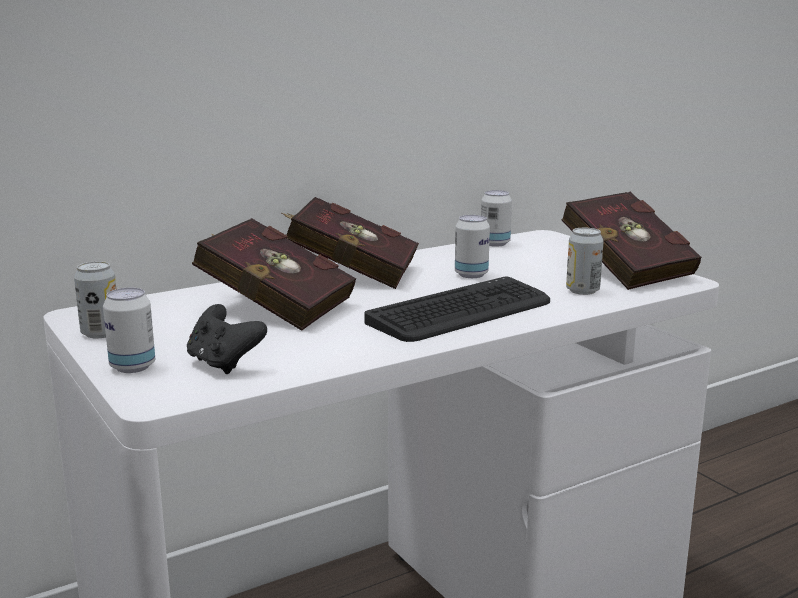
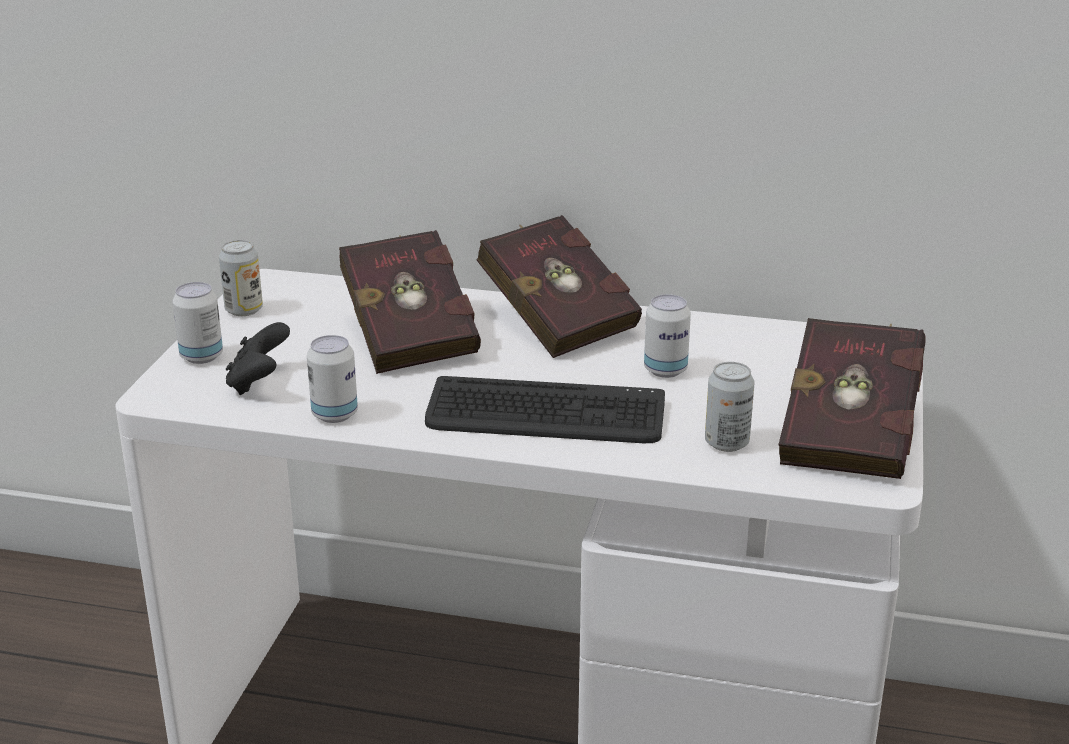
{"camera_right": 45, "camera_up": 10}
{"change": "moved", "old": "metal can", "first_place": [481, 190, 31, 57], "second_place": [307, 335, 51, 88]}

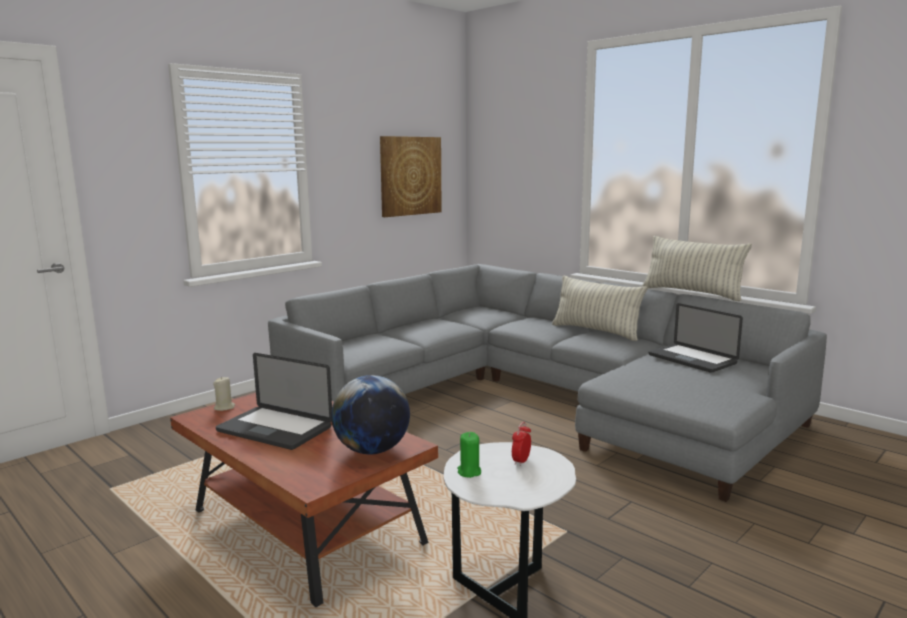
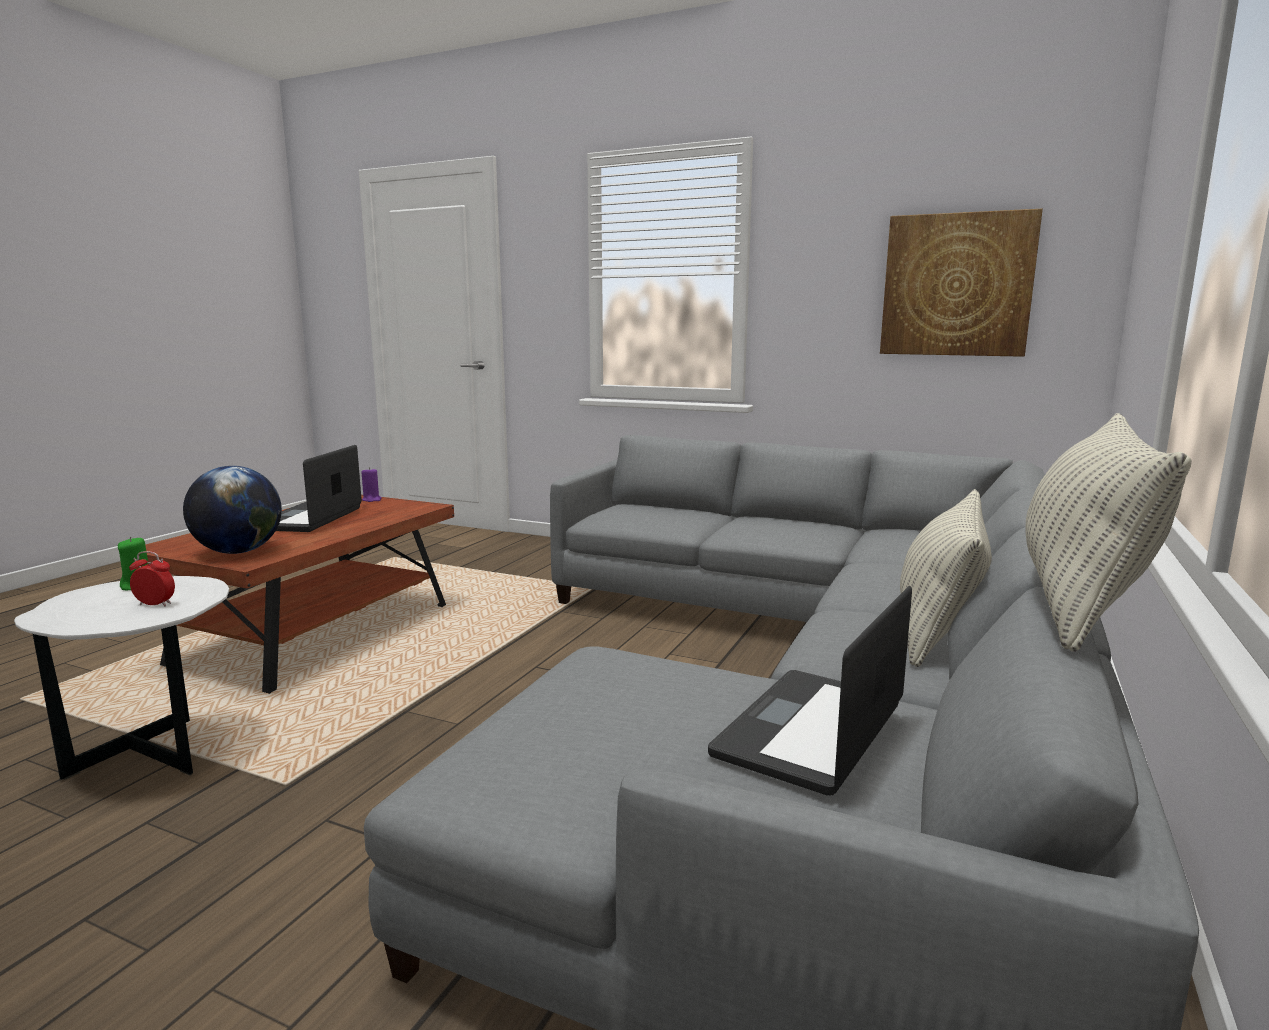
{"camera_right": 70, "camera_up": 0}
{"change": "recoloured", "old": "sand-coloured wax light", "new": "purplish wax light", "first_place": [213, 376, 22, 35], "second_place": [361, 467, 21, 35]}

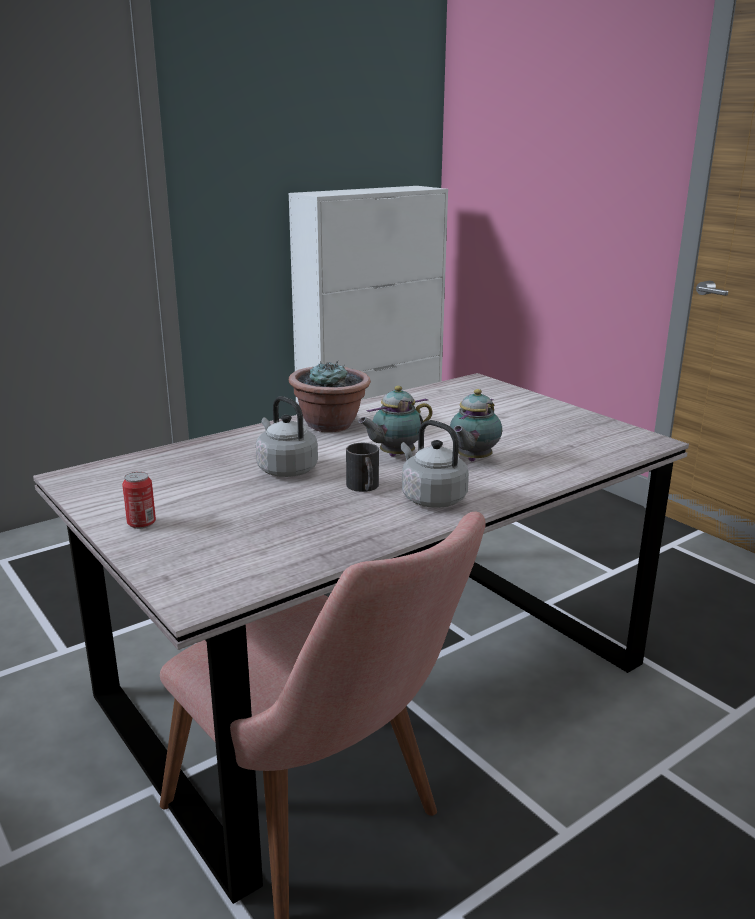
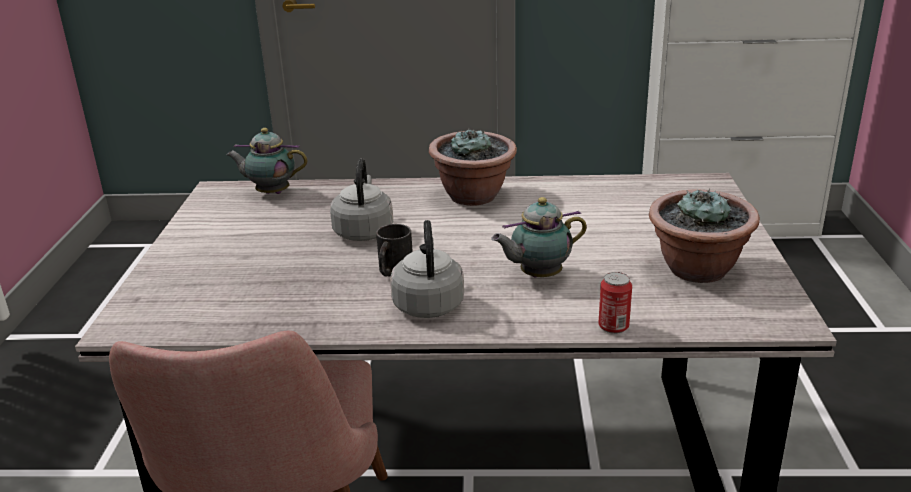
{"camera_right": 40, "camera_up": 5}
{"change": "moved", "old": "metal can", "first_place": [122, 472, 34, 57], "second_place": [598, 272, 34, 62]}
{"change": "moved", "old": "pot for tea", "first_place": [358, 386, 74, 71], "second_place": [226, 128, 82, 66]}
{"change": "added", "new": "potted plant", "second_place": [649, 189, 111, 94]}

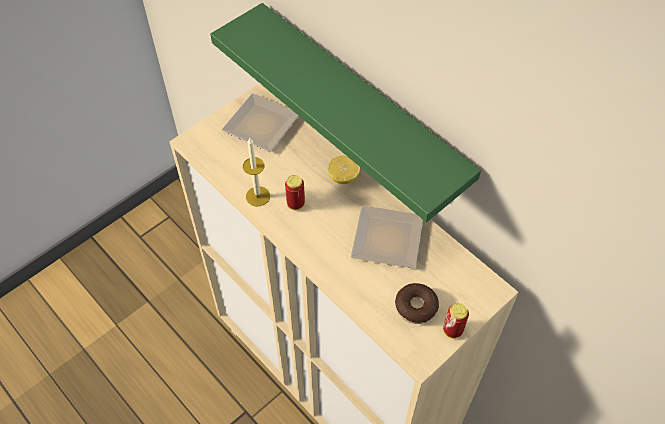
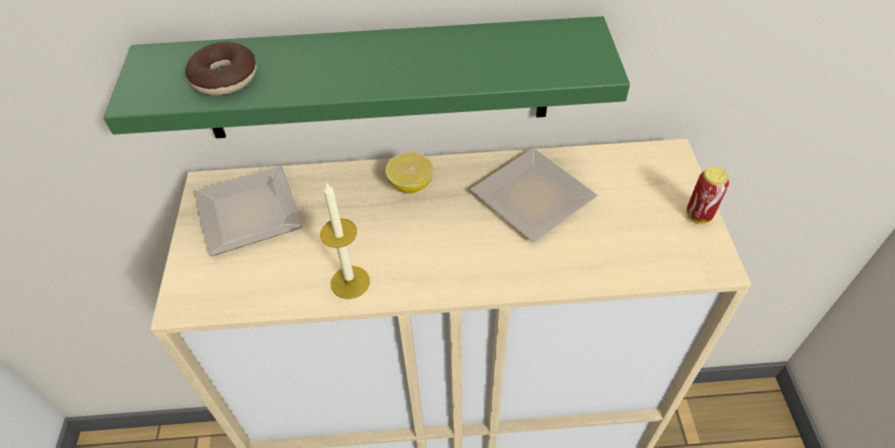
{"camera_right": -50, "camera_up": -5}
{"change": "removed", "old": "metal can", "first_place": [285, 175, 20, 35]}
{"change": "moved", "old": "doughnut", "first_place": [395, 283, 44, 41], "second_place": [185, 42, 72, 54]}

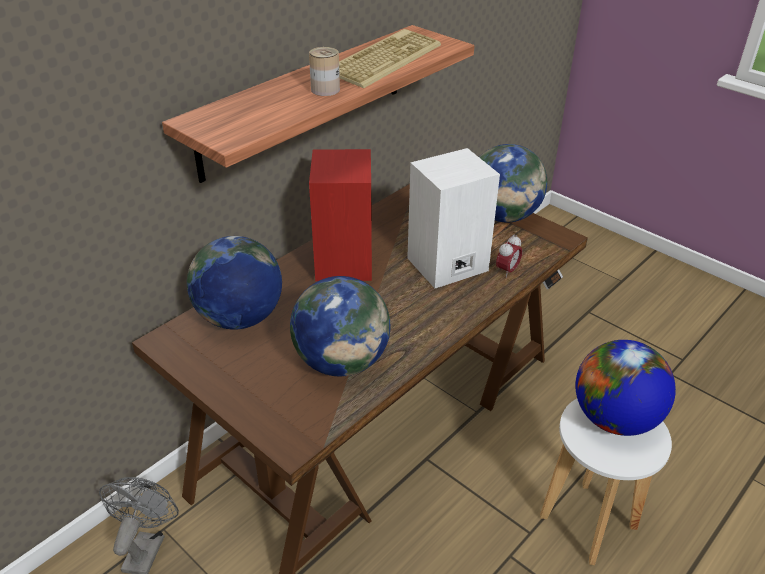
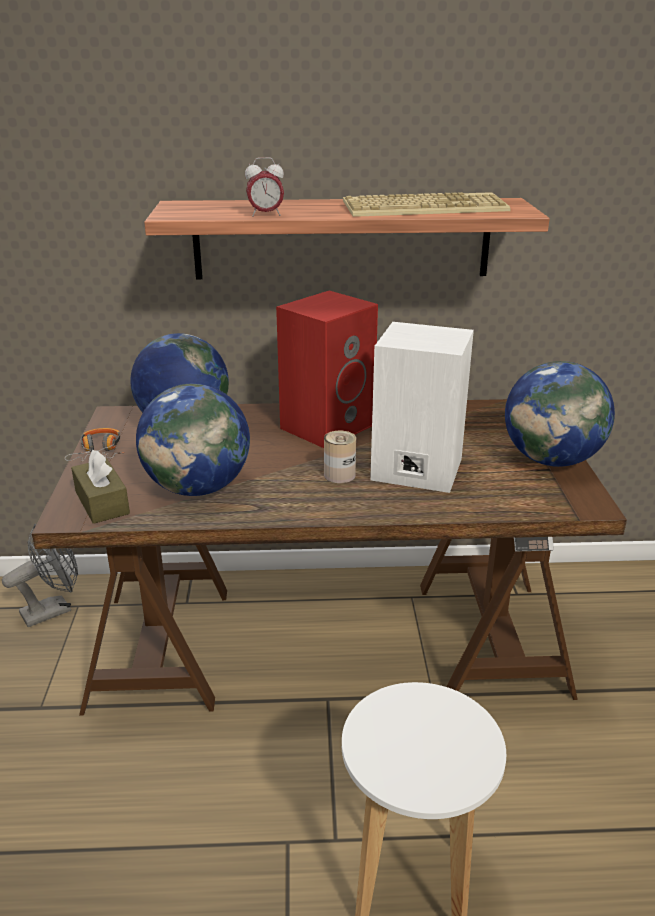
{"camera_right": 45, "camera_up": -10}
{"change": "moved", "old": "metal can", "first_place": [309, 47, 31, 49], "second_place": [324, 431, 32, 52]}
{"change": "moved", "old": "table clock", "first_place": [496, 234, 26, 44], "second_place": [245, 157, 39, 60]}
{"change": "removed", "old": "globe", "first_place": [575, 340, 101, 96]}
{"change": "added", "new": "headphones", "second_place": [65, 428, 59, 34]}
{"change": "added", "new": "brownish tissue box", "second_place": [71, 450, 59, 74]}

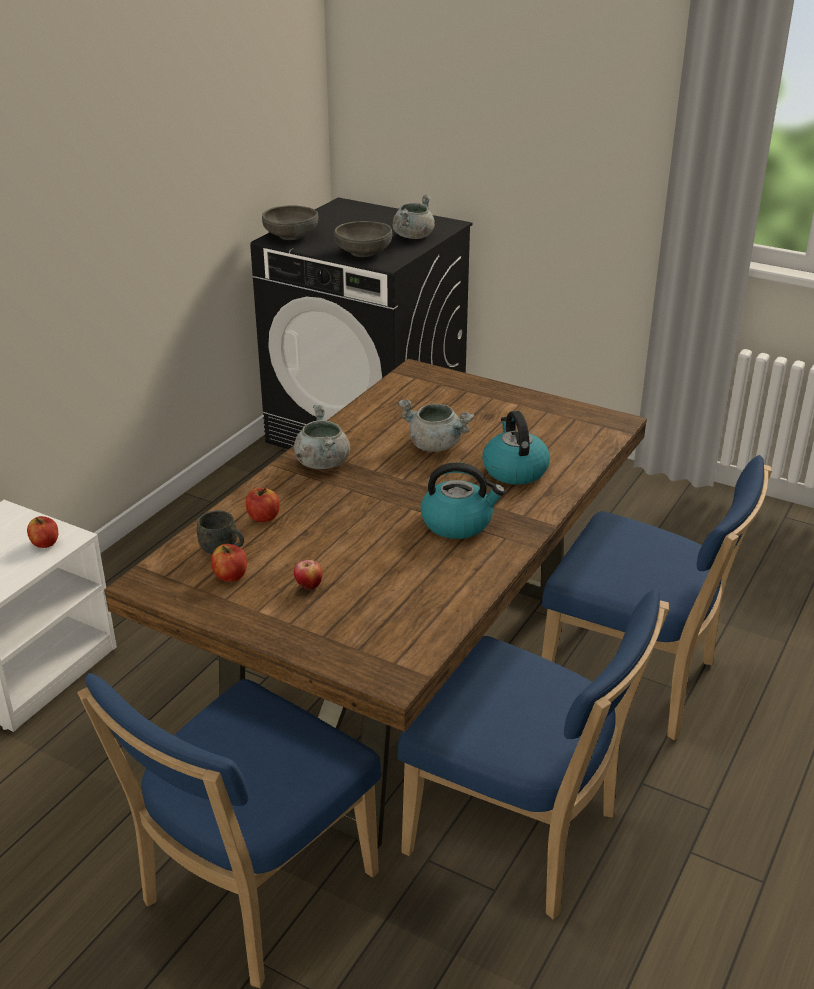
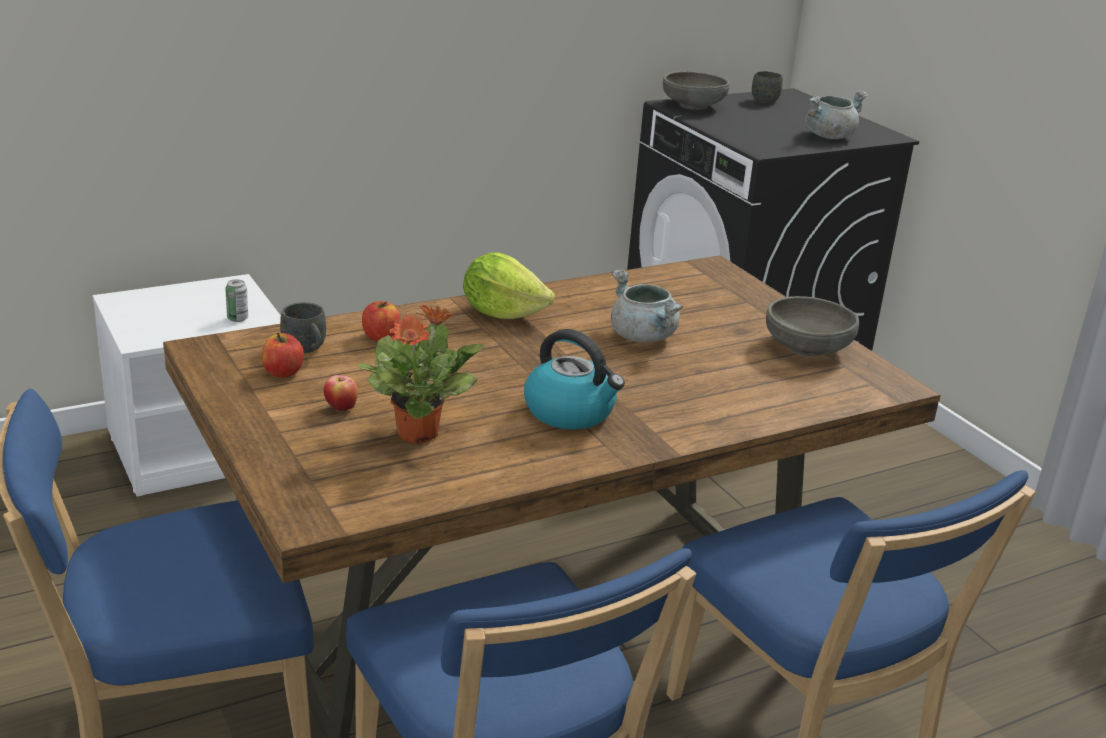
{"camera_right": 30, "camera_up": -5}
{"change": "replaced", "old": "whole apple", "new": "metal can", "first_place": [27, 516, 31, 32], "second_place": [225, 279, 23, 43]}
{"change": "replaced", "old": "greyish saucepot", "new": "head of lettuce", "first_place": [294, 405, 56, 64], "second_place": [463, 252, 92, 67]}
{"change": "moved", "old": "greyish serving bowl", "first_place": [334, 221, 59, 36], "second_place": [766, 296, 93, 60]}
{"change": "removed", "old": "water kettle", "first_place": [482, 411, 68, 74]}
{"change": "added", "new": "potted plant", "second_place": [358, 304, 127, 140]}
{"change": "added", "new": "greyish coffee mug", "second_place": [752, 71, 31, 33]}

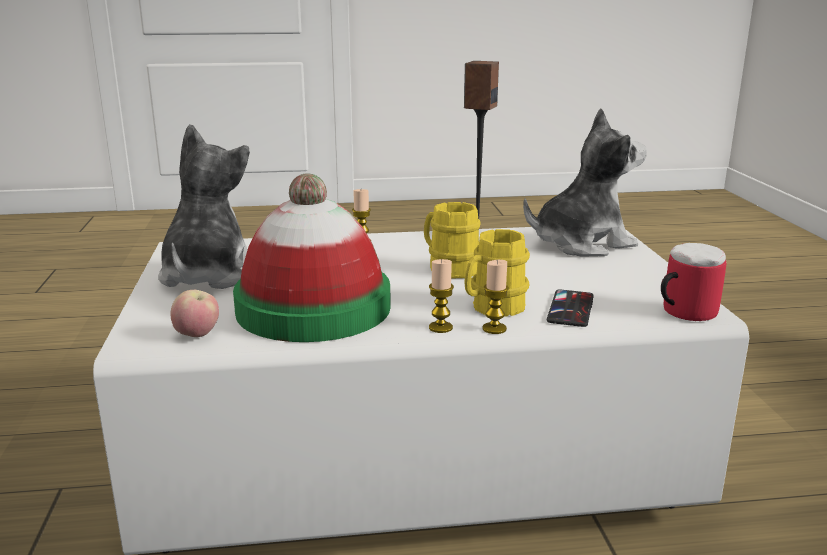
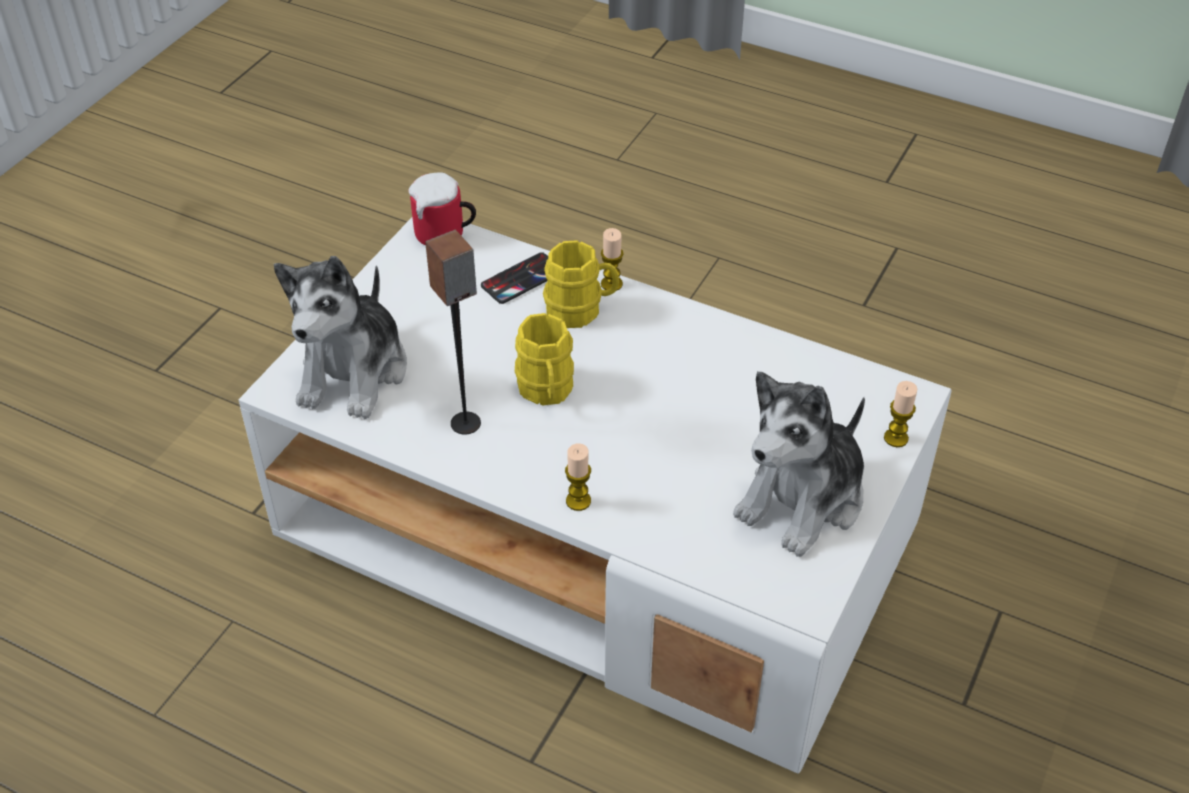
{"camera_right": -145, "camera_up": 25}
{"change": "removed", "old": "whole apple", "first_place": [171, 290, 48, 47]}
{"change": "removed", "old": "hat", "first_place": [233, 173, 158, 169]}
{"change": "moved", "old": "wax light", "first_place": [429, 259, 25, 74], "second_place": [884, 381, 33, 66]}
{"change": "turned", "old": "plush toy", "first_place": [523, 108, 124, 148], "second_place": [274, 256, 133, 163], "degrees": -90}

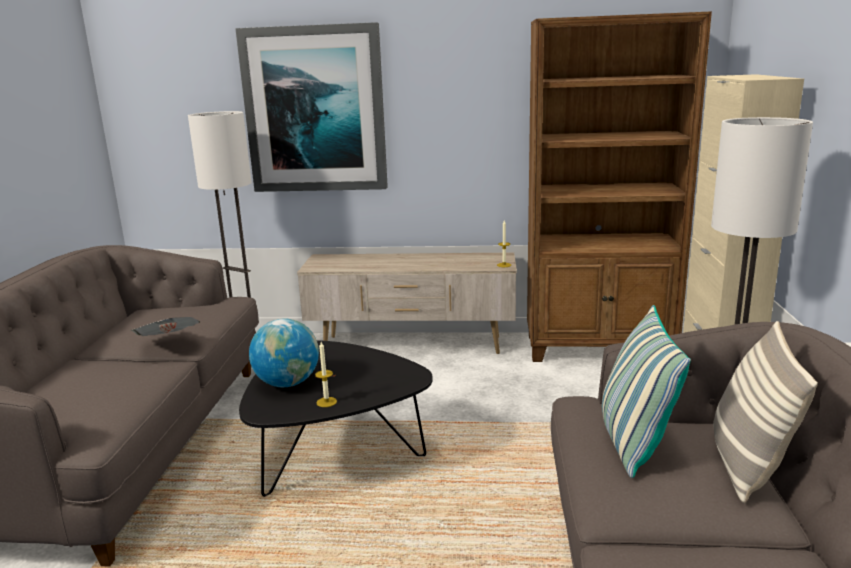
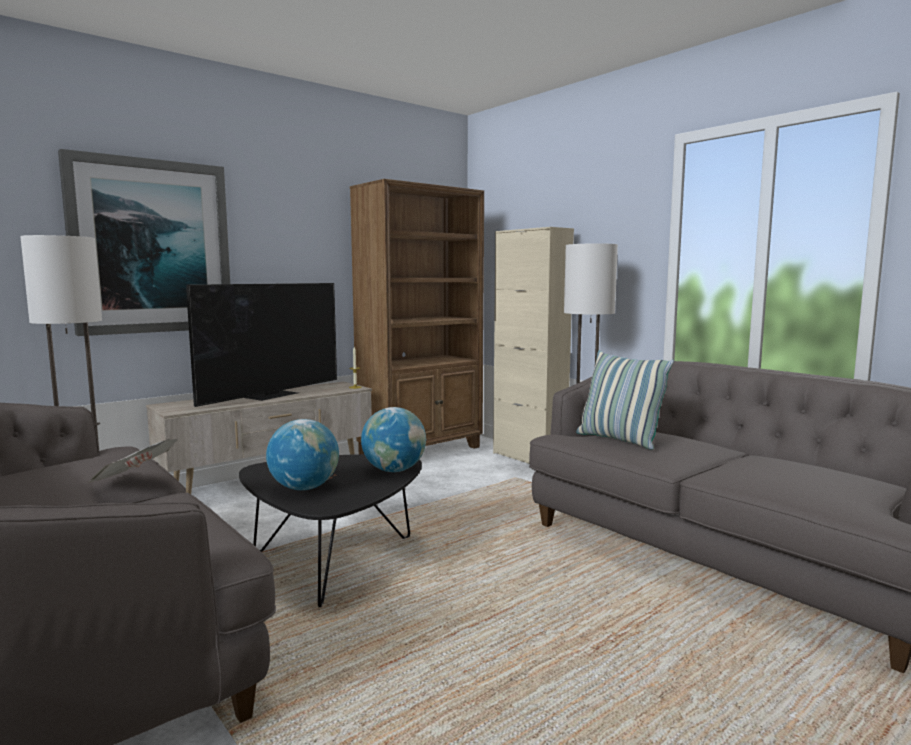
{"camera_right": -45, "camera_up": -10}
{"change": "removed", "old": "wax light", "first_place": [315, 342, 22, 65]}
{"change": "removed", "old": "pillow", "first_place": [713, 321, 105, 182]}
{"change": "added", "new": "television", "second_place": [186, 283, 151, 124]}
{"change": "added", "new": "globe", "second_place": [361, 407, 65, 65]}

